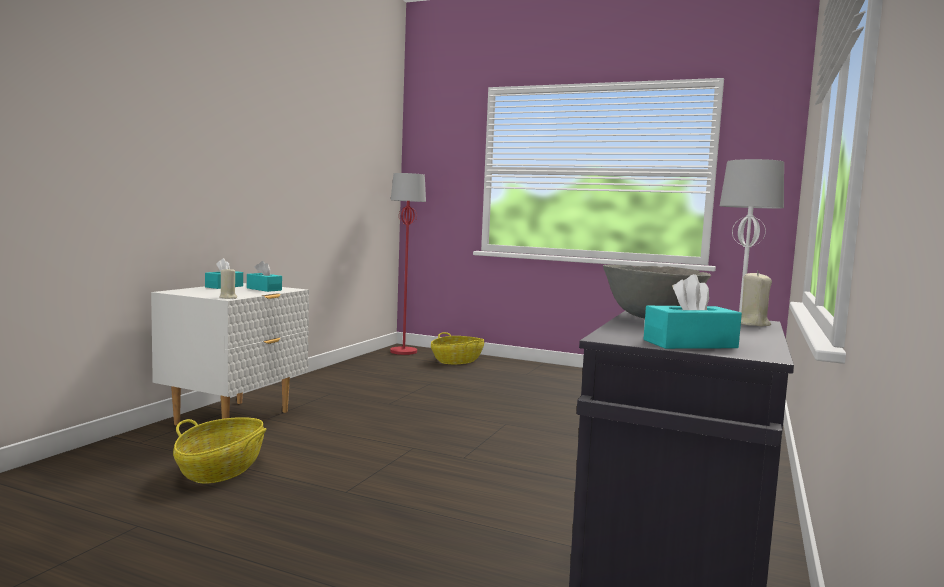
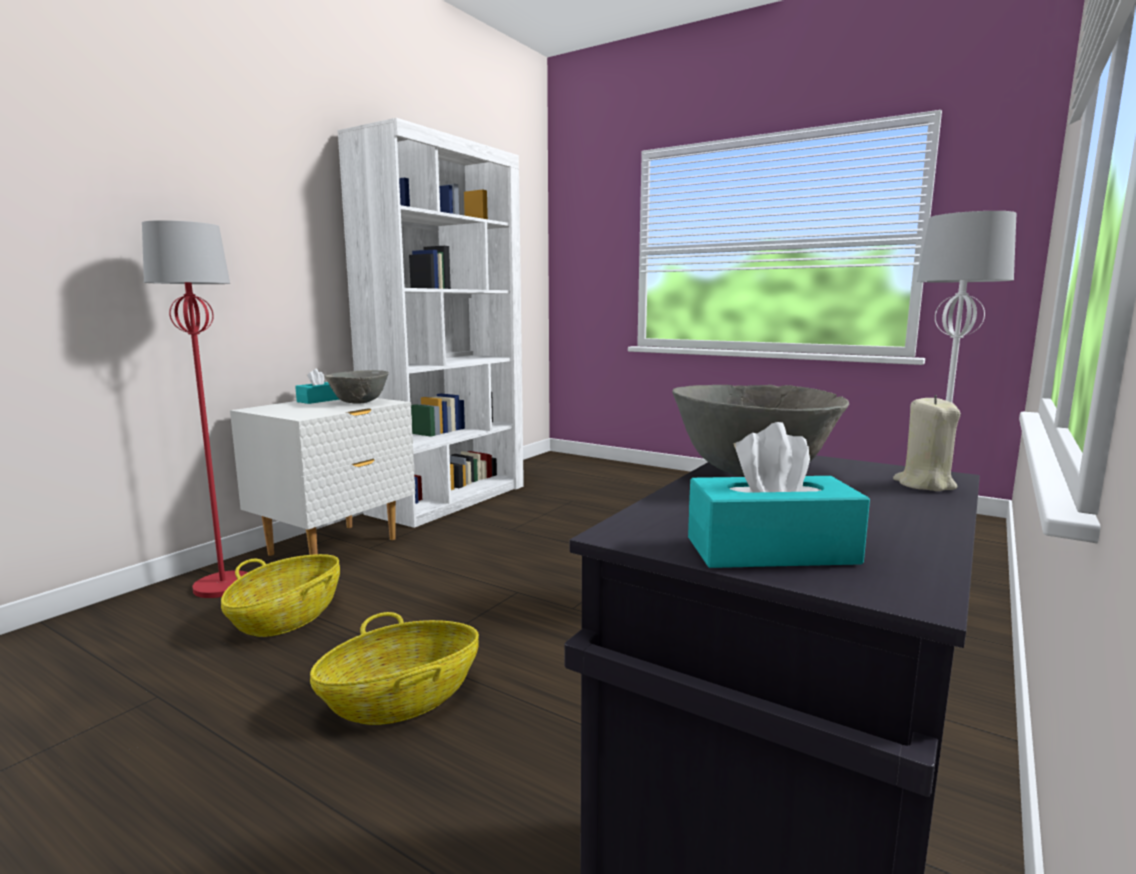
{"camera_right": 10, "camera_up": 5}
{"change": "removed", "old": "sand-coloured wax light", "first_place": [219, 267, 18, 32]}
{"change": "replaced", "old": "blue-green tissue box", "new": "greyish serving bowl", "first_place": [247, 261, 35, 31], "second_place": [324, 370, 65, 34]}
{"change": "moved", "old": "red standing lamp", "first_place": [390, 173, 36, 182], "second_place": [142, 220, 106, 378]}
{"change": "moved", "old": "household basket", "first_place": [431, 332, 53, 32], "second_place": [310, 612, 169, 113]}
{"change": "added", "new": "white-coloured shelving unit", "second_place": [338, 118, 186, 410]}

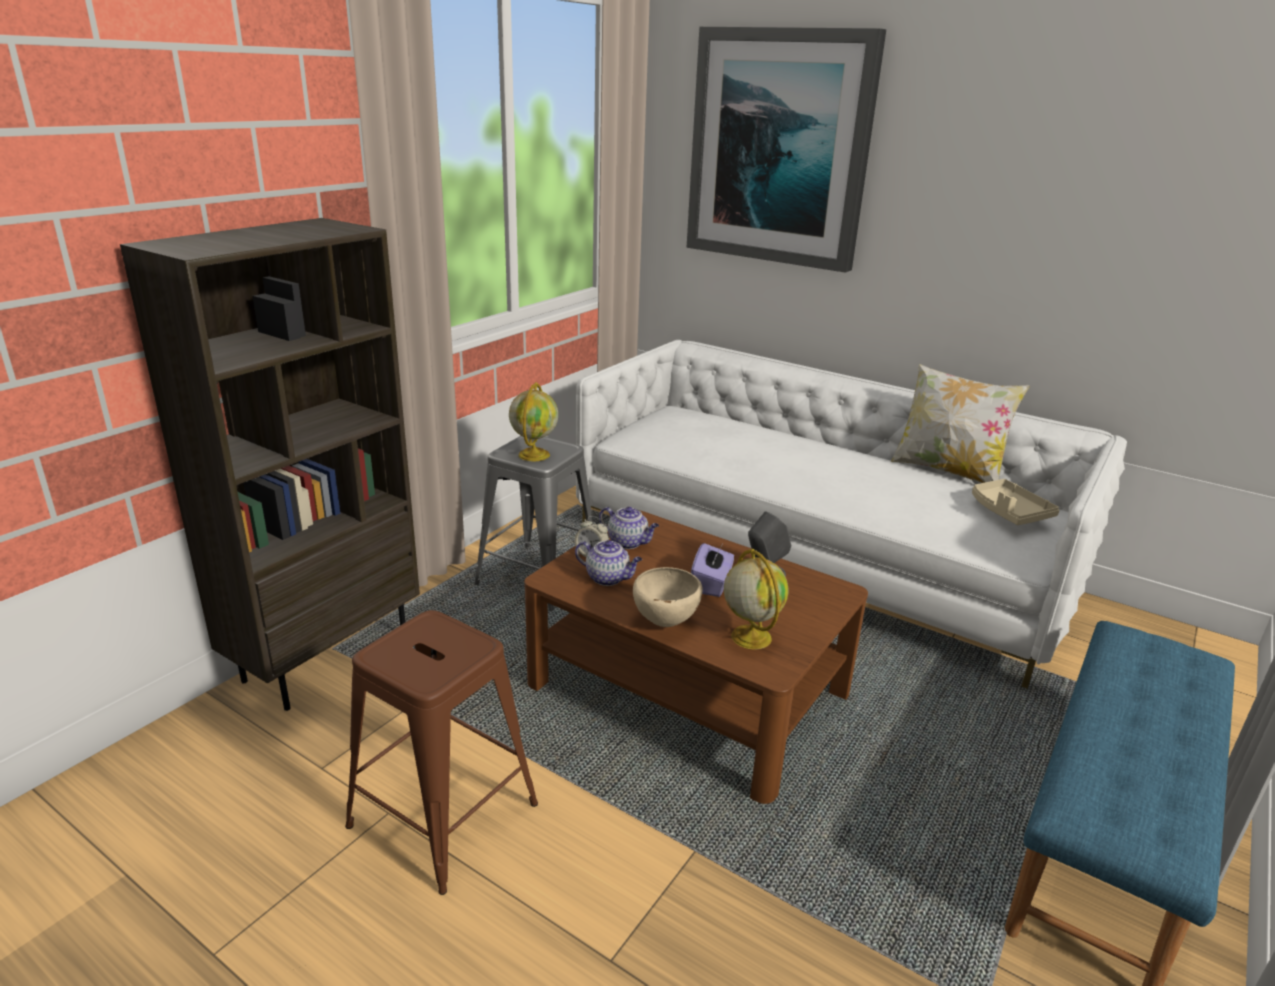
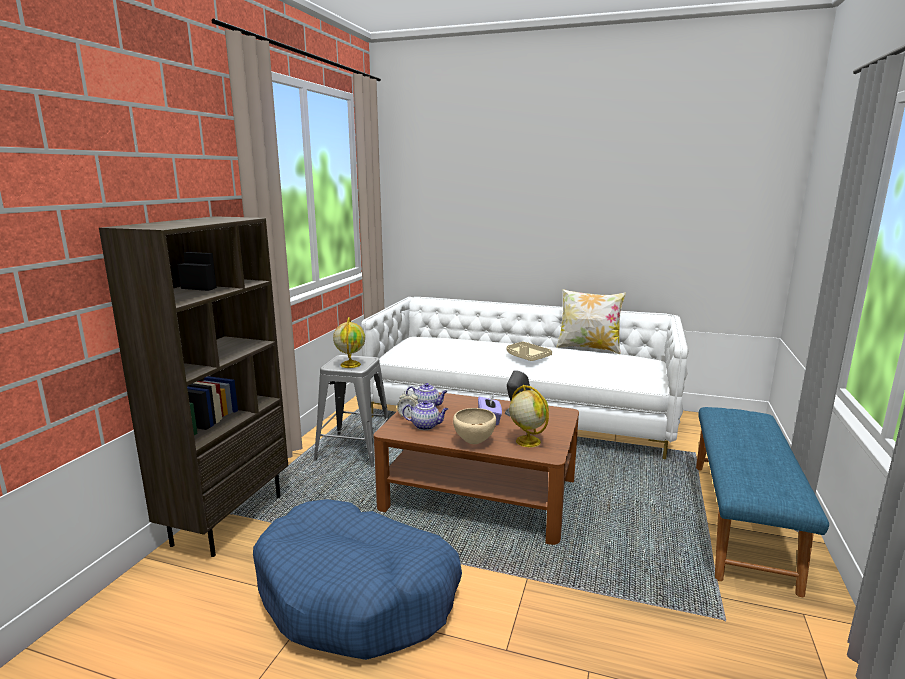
{"camera_right": -15, "camera_up": -10}
{"change": "replaced", "old": "brownish stool", "new": "blue-coloured dog cushion", "first_place": [345, 610, 193, 285], "second_place": [253, 499, 209, 161]}
{"change": "removed", "old": "picture", "first_place": [687, 27, 199, 246]}
{"change": "moved", "old": "sand-coloured carrying tray", "first_place": [972, 479, 88, 46], "second_place": [506, 341, 46, 20]}

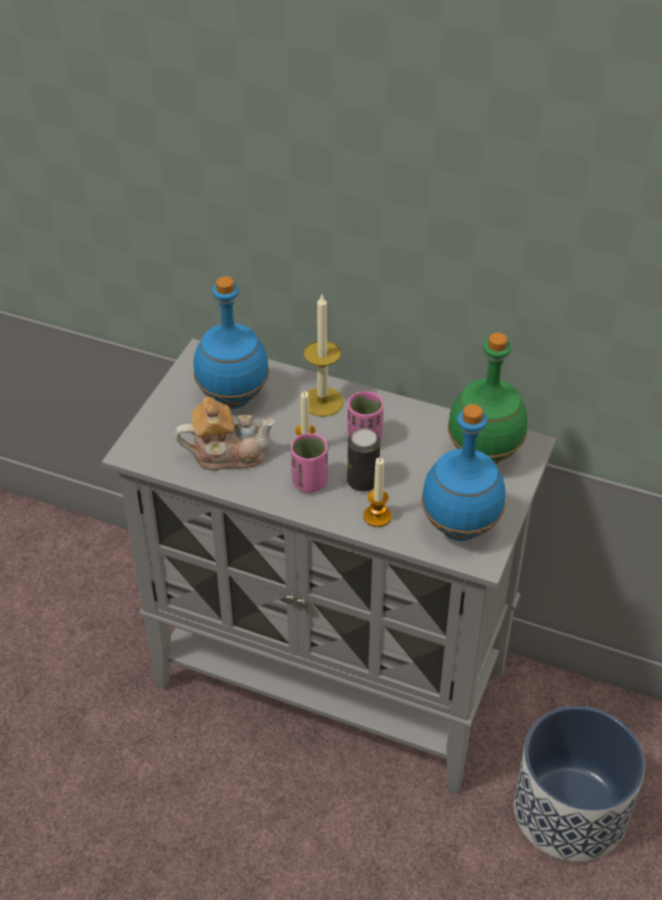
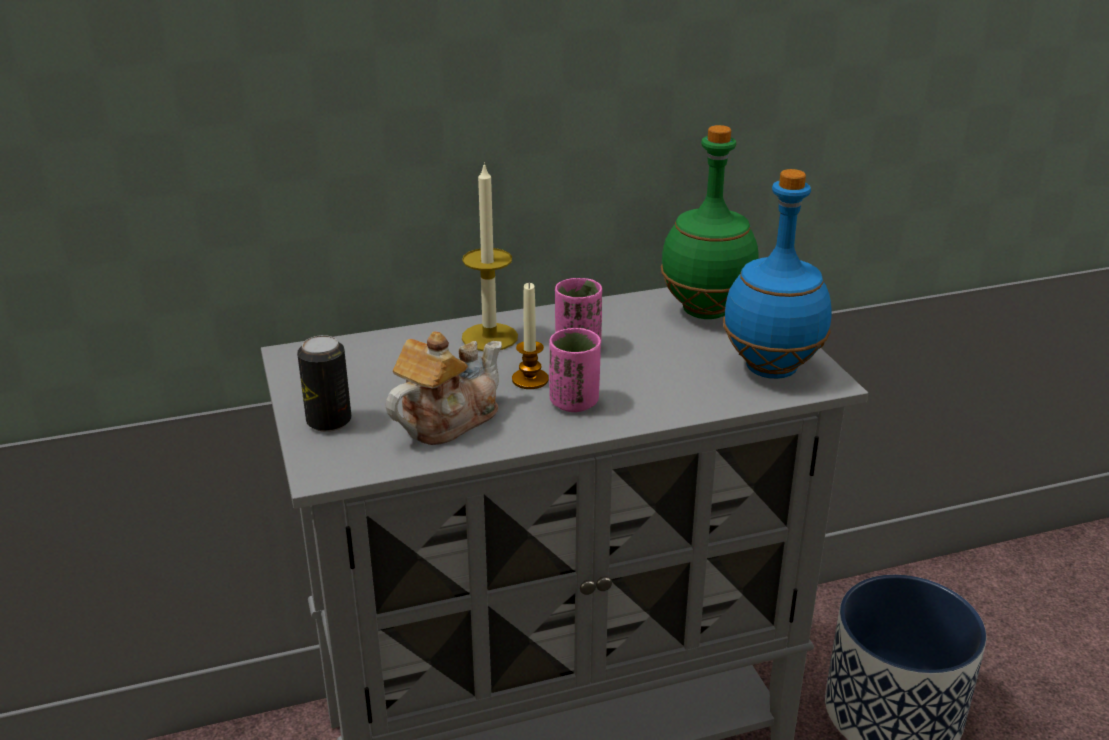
{"camera_right": -40, "camera_up": -15}
{"change": "removed", "old": "blue-coloured beverage bottle", "first_place": [193, 276, 76, 133]}
{"change": "moved", "old": "metal can", "first_place": [347, 429, 33, 63], "second_place": [297, 335, 55, 97]}
{"change": "removed", "old": "wax light", "first_place": [363, 458, 29, 69]}

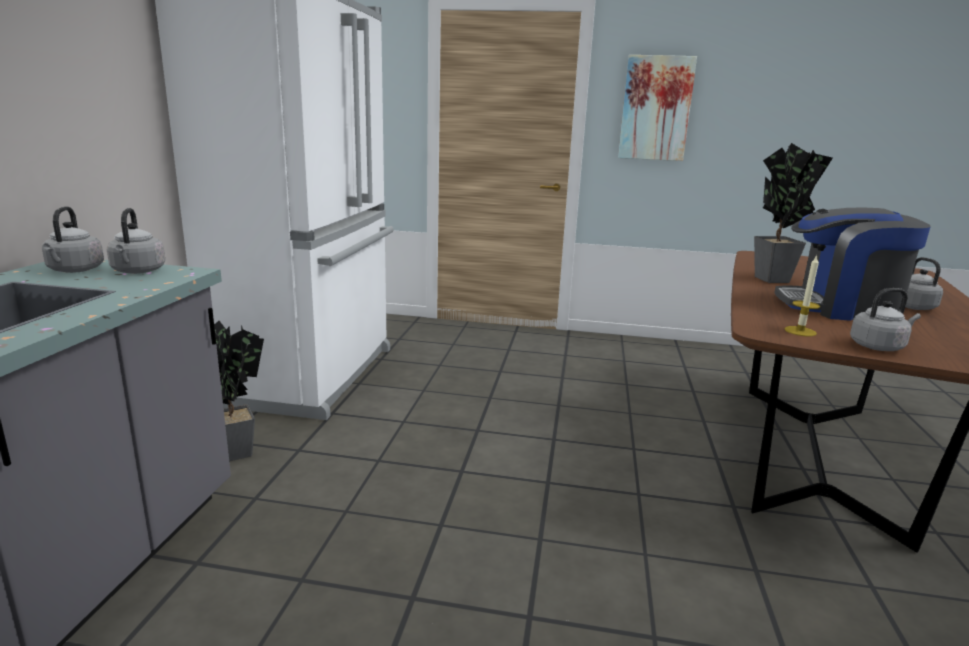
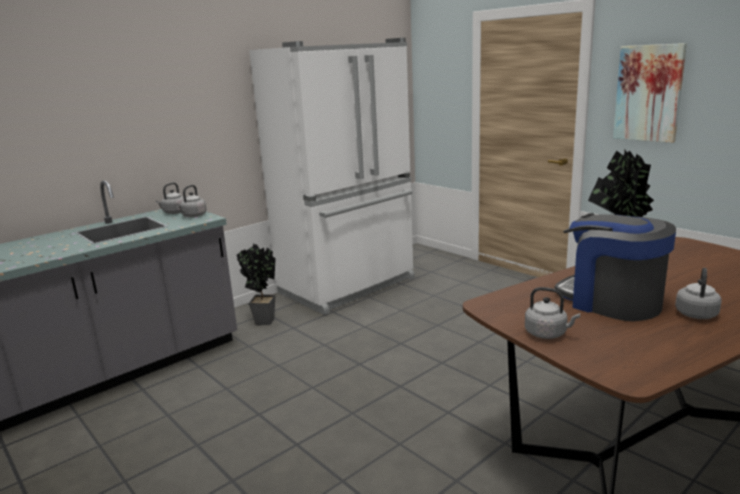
{"camera_right": 40, "camera_up": 0}
{"change": "removed", "old": "wax light", "first_place": [785, 255, 35, 81]}

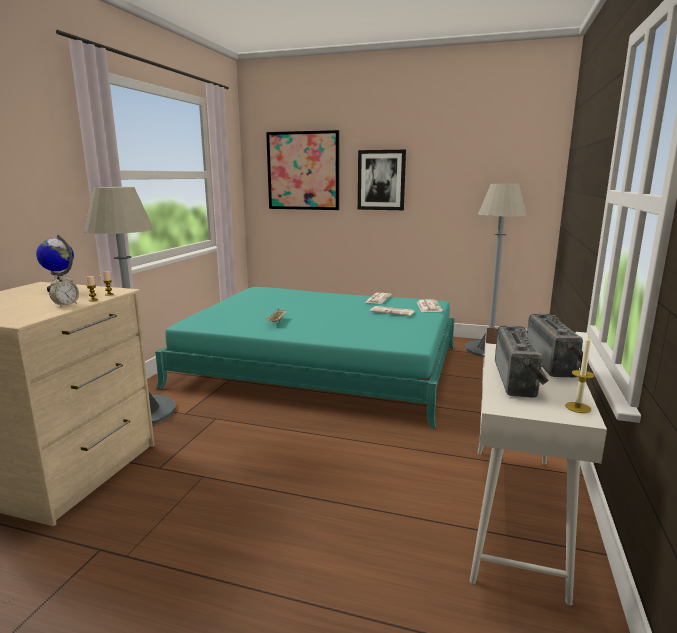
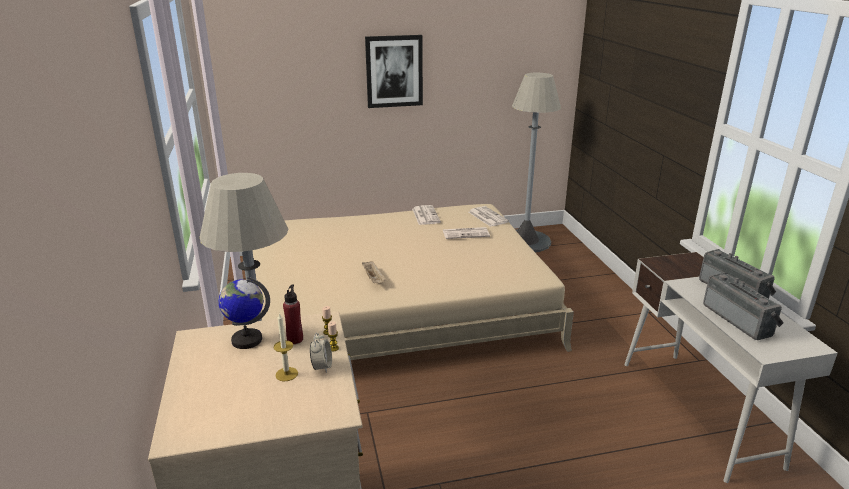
{"camera_right": -30, "camera_up": 10}
{"change": "recoloured", "old": "blue-green bed", "new": "sand-coloured bed", "first_place": [155, 287, 300, 142], "second_place": [252, 204, 322, 156]}
{"change": "removed", "old": "picture", "first_place": [266, 130, 73, 80]}
{"change": "moved", "old": "wax light", "first_place": [565, 335, 30, 78], "second_place": [274, 312, 24, 70]}
{"change": "added", "new": "red beverage bottle", "second_place": [283, 284, 20, 60]}

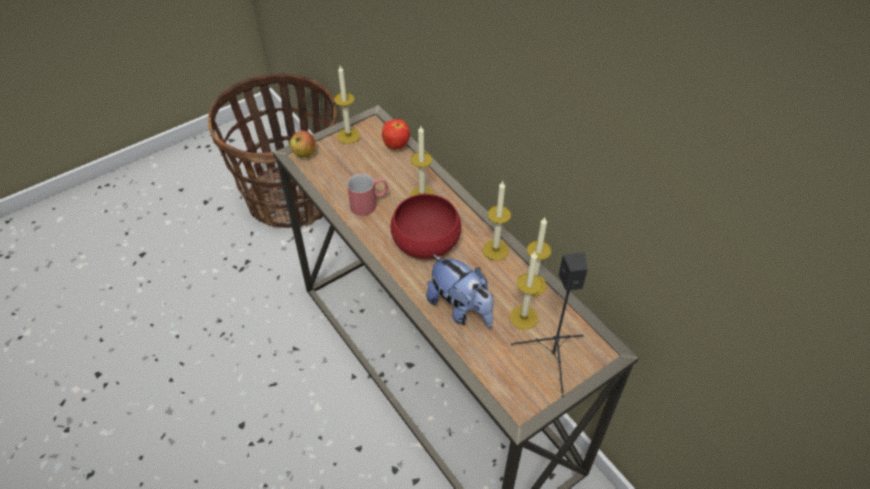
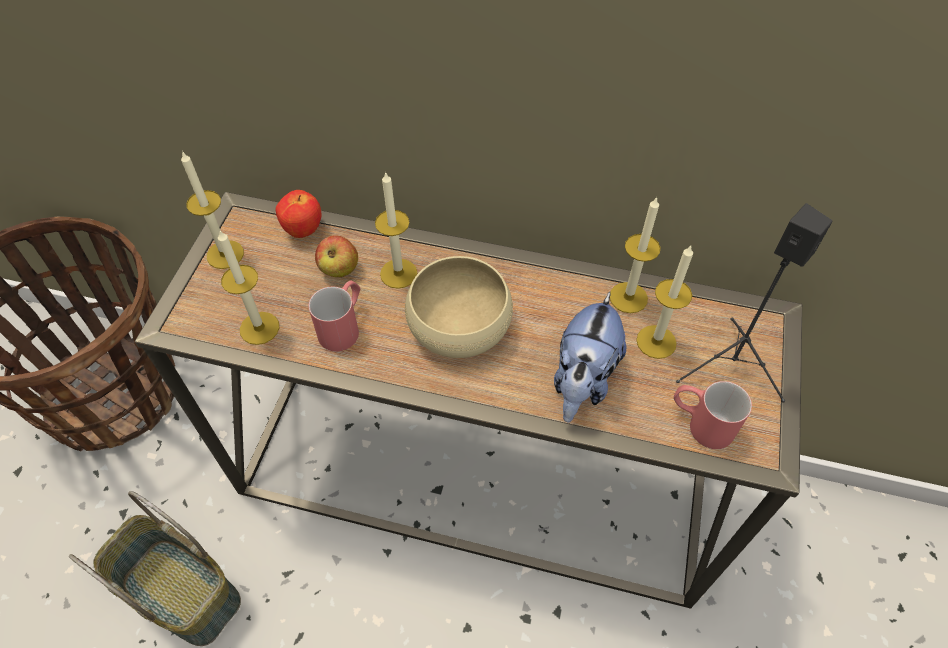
{"camera_right": -40, "camera_up": 5}
{"change": "moved", "old": "whole apple", "first_place": [290, 131, 26, 27], "second_place": [315, 235, 43, 42]}
{"change": "recoloured", "old": "red serving bowl", "new": "sand-coloured serving bowl", "first_place": [391, 194, 70, 65], "second_place": [405, 256, 108, 102]}
{"change": "turned", "old": "plush toy", "first_place": [426, 254, 68, 74], "second_place": [554, 292, 72, 131], "degrees": 105}
{"change": "moved", "old": "wax light", "first_place": [483, 181, 28, 79], "second_place": [218, 229, 61, 116]}
{"change": "added", "new": "household basket", "second_place": [69, 491, 172, 155]}
{"change": "added", "new": "red coffee mug", "second_place": [674, 381, 78, 68]}

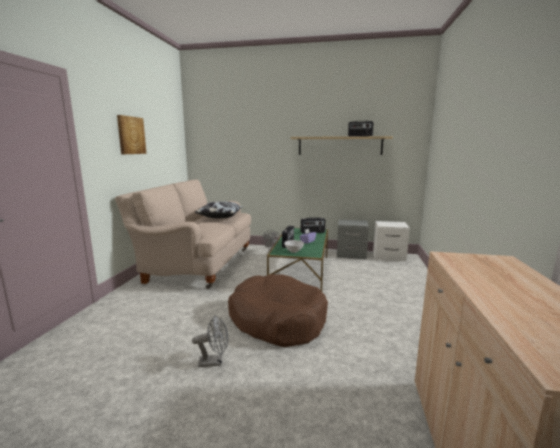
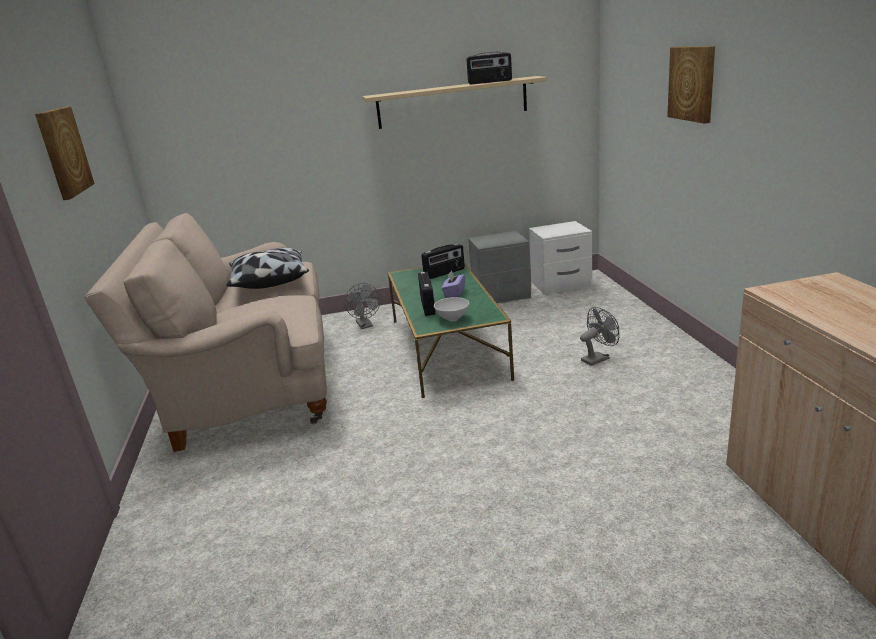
{"camera_right": -20, "camera_up": 10}
{"change": "moved", "old": "greyish fan", "first_place": [192, 315, 36, 52], "second_place": [580, 307, 39, 59]}
{"change": "removed", "old": "brownish dog cushion", "first_place": [228, 274, 100, 73]}
{"change": "added", "new": "picture", "second_place": [667, 46, 48, 78]}

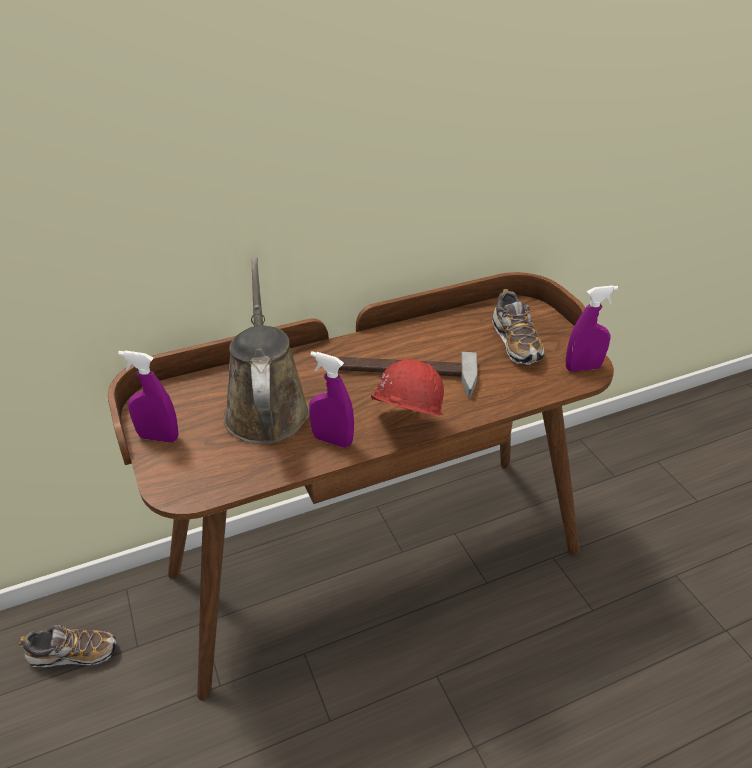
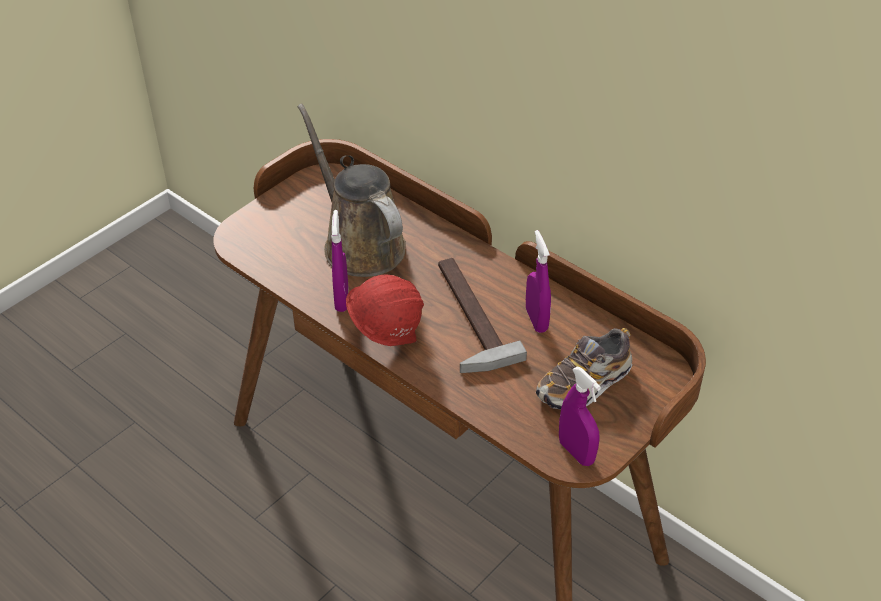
{"camera_right": 65, "camera_up": 5}
{"change": "removed", "old": "low shoe", "first_place": [19, 625, 97, 42]}
{"change": "moved", "old": "purplish sprayer", "first_place": [118, 351, 61, 92], "second_place": [526, 230, 25, 103]}
{"change": "turned", "old": "brownish watering pot", "first_place": [224, 257, 86, 187], "second_place": [297, 104, 109, 173], "degrees": -90}

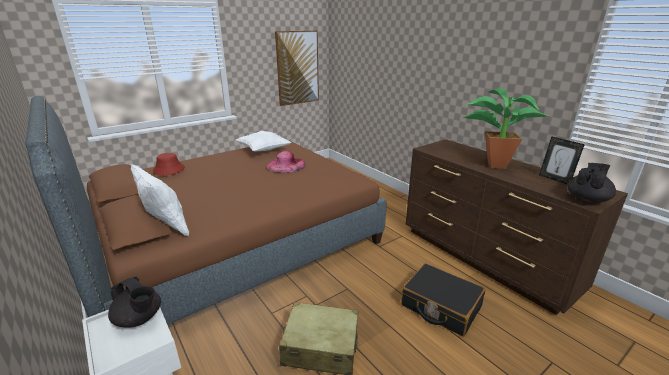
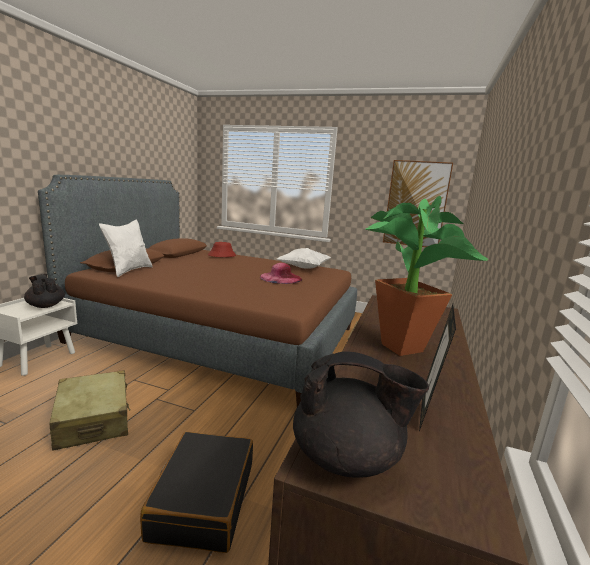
{"camera_right": 55, "camera_up": -10}
{"change": "turned", "old": "black pot for tea", "first_place": [108, 277, 53, 51], "second_place": [24, 274, 41, 34], "degrees": 135}

